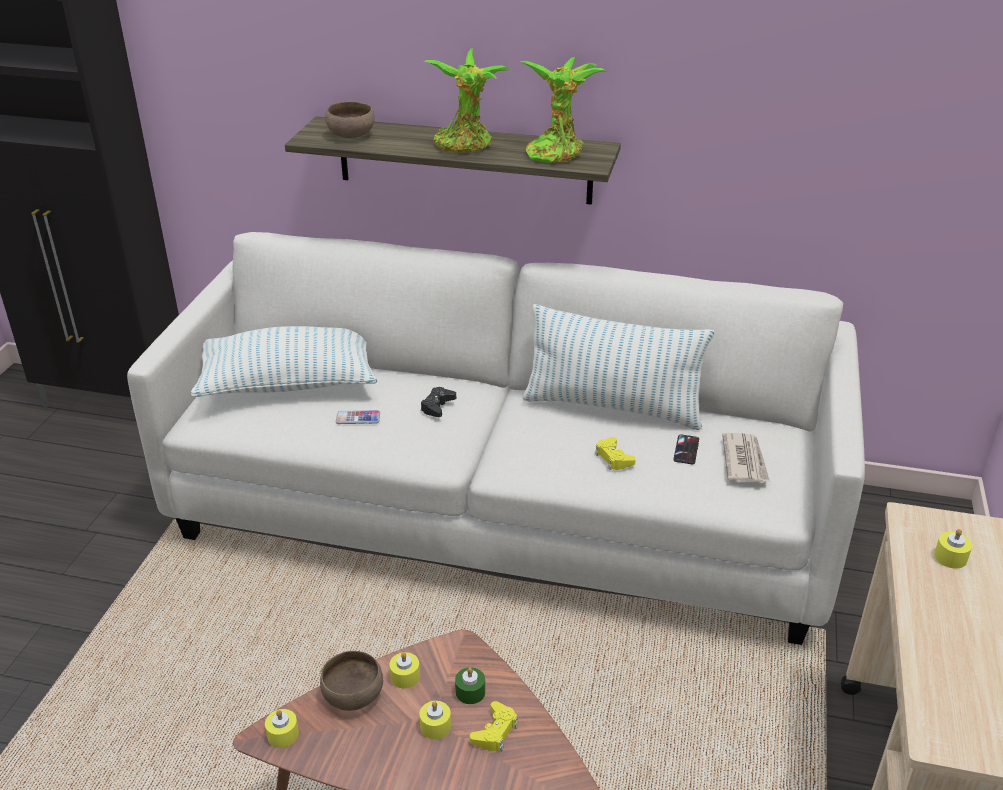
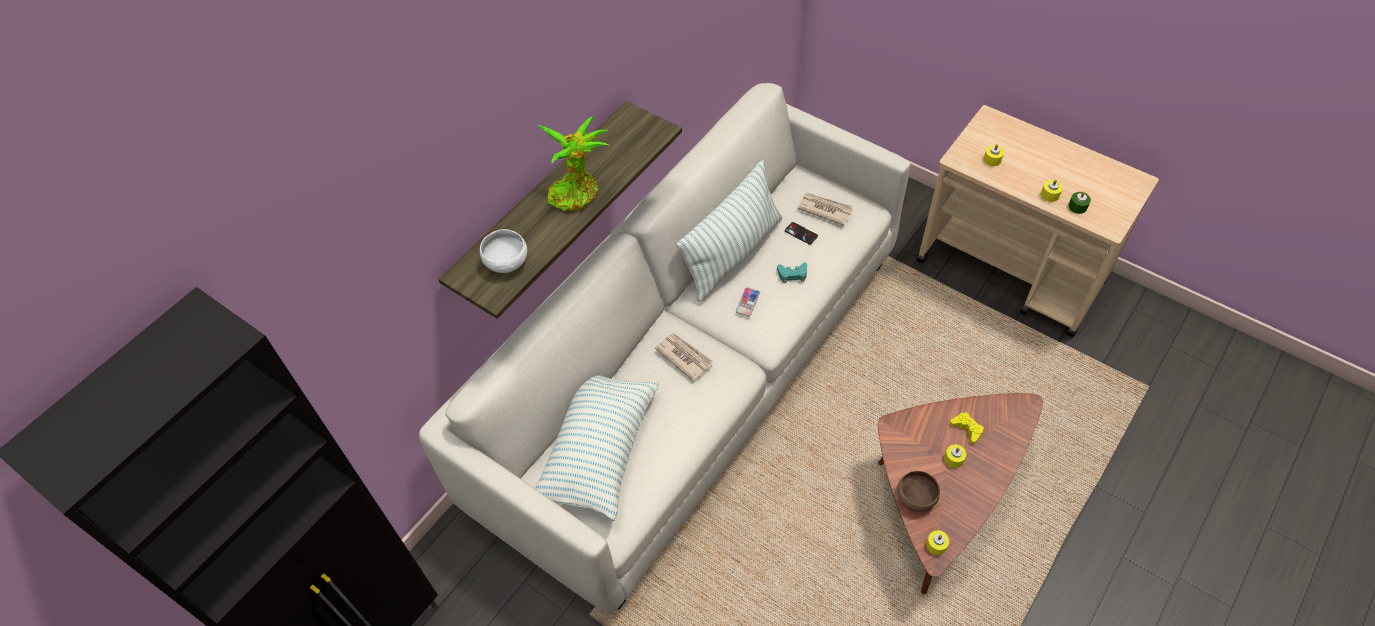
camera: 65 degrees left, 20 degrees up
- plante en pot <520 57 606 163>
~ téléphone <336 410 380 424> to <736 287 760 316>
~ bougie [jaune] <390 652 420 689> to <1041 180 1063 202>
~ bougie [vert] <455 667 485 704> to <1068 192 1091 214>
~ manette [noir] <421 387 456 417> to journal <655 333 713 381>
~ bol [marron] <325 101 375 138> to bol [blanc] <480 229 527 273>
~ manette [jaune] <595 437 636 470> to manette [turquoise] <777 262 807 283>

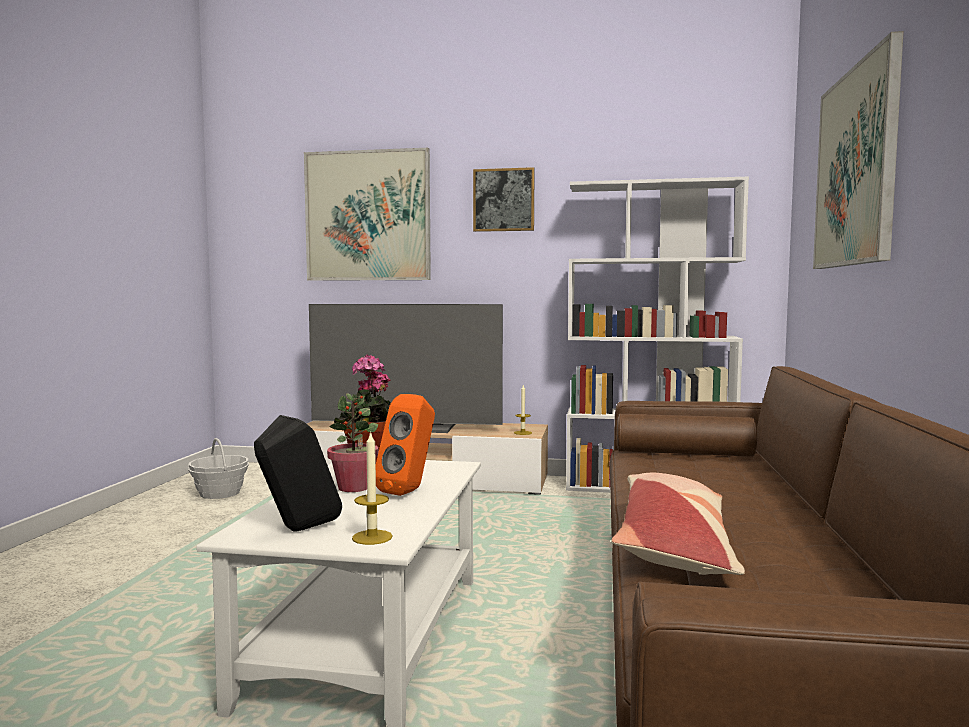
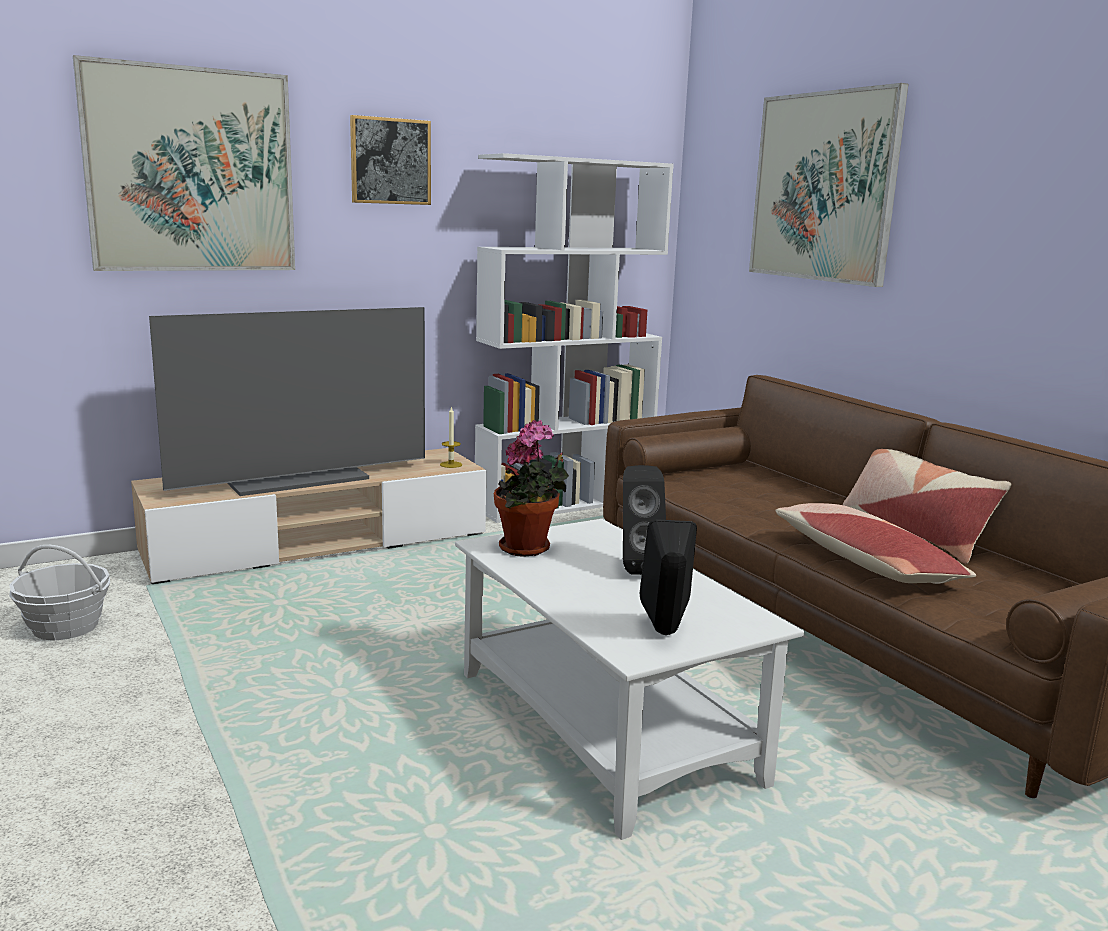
camera: 40 degrees left, 10 degrees up
- plante en pot <327 393 378 492>
- bougie <352 431 393 545>
+ coussin <843 449 1012 564>
~ enceinte [orange] <376 394 435 496> to enceinte [noir] <623 465 666 575>

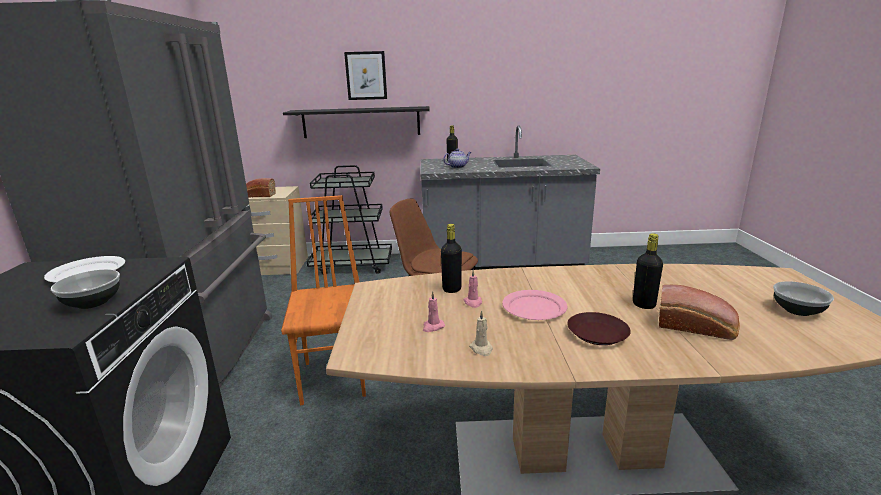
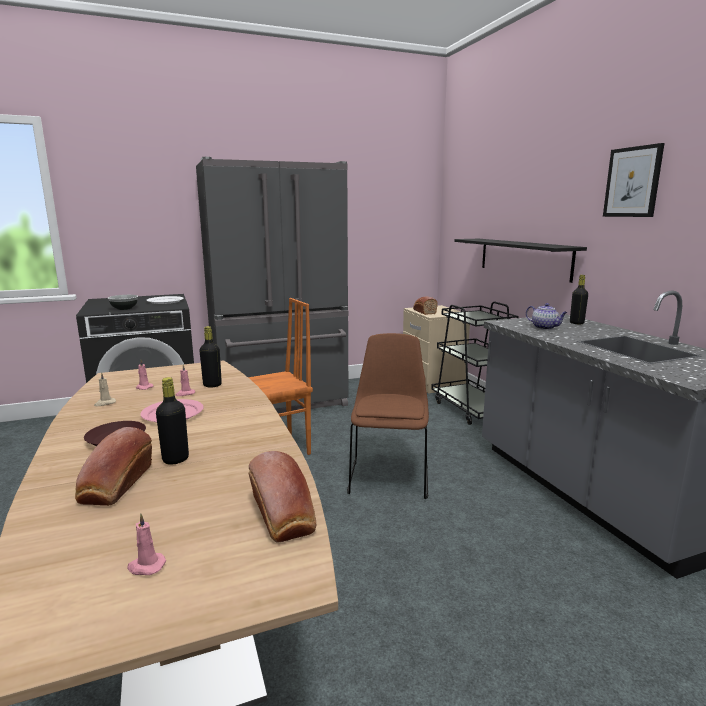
camera: 70 degrees right, 5 degrees down
+ pain <249 451 316 542>
~ tableau <344 51 387 100> to <603 143 664 217>
~ bol <773 281 834 316> to bougie [rose] <127 513 166 575>

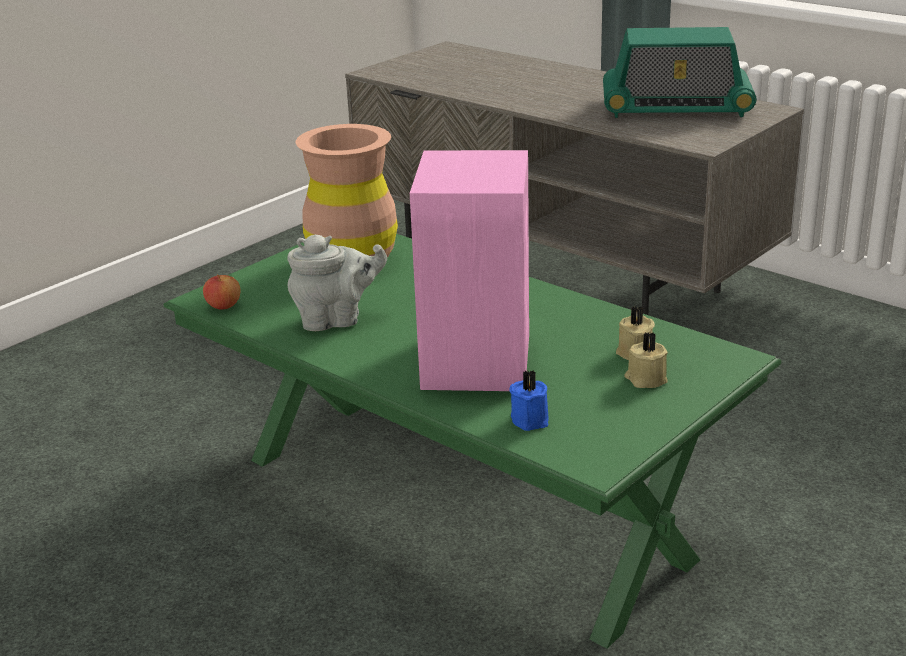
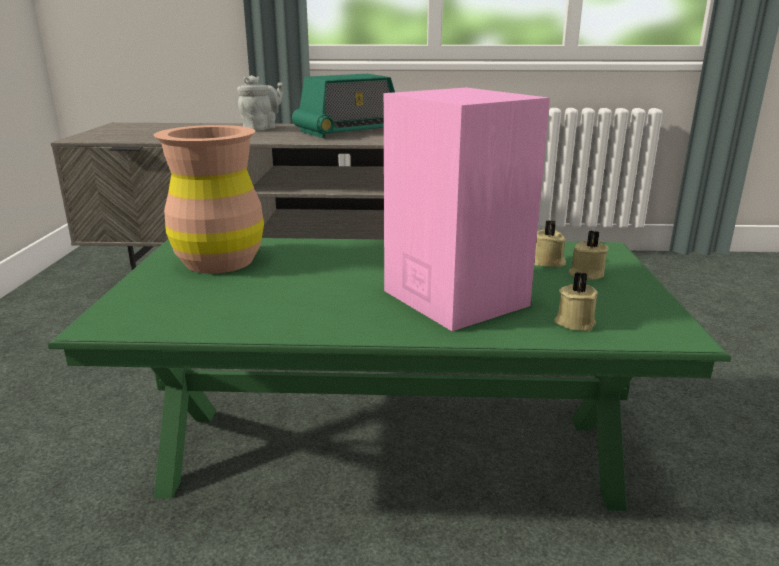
camera: 40 degrees left, 5 degrees down
- pomme <203 274 241 309>
~ théière [gris] <287 235 387 331> to <237 75 283 131>
~ bougie [bleu] <509 370 549 431> to bougie [beige] <554 272 598 331>

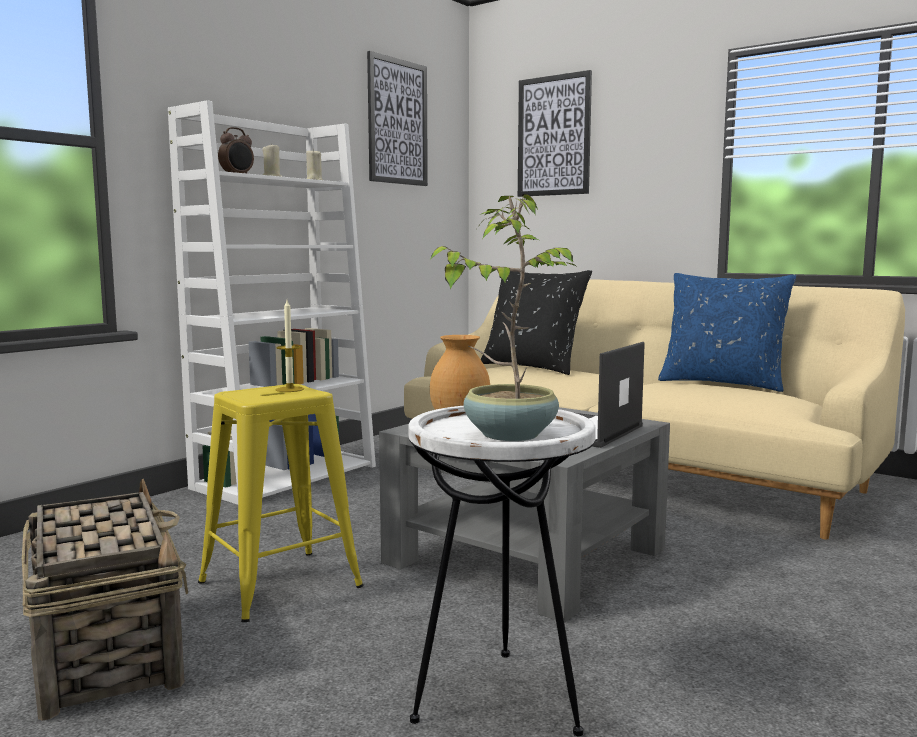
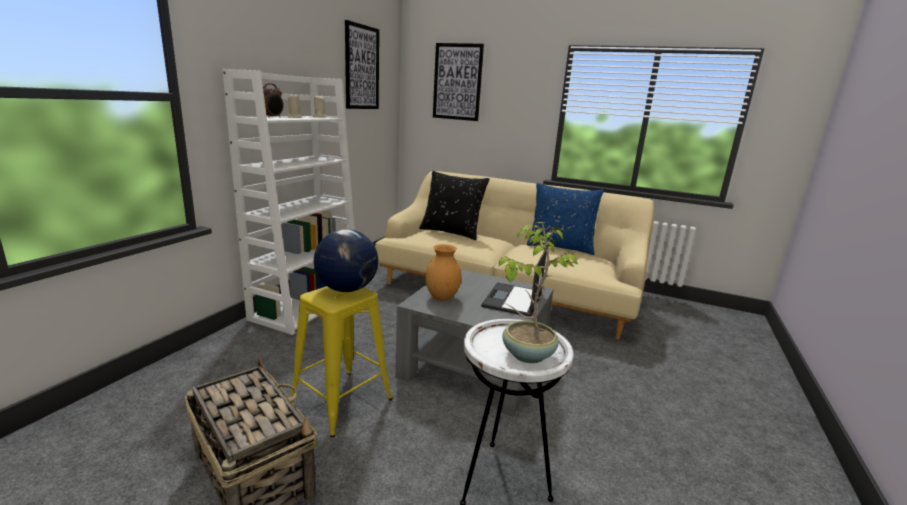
camera: 15 degrees left, 10 degrees up
~ bougie <276 300 304 392> to globe <314 229 378 292>

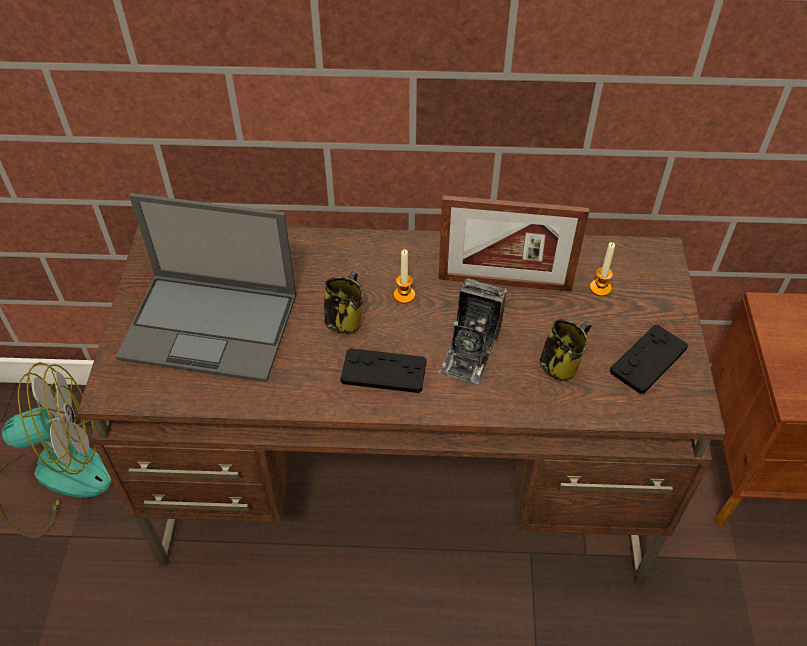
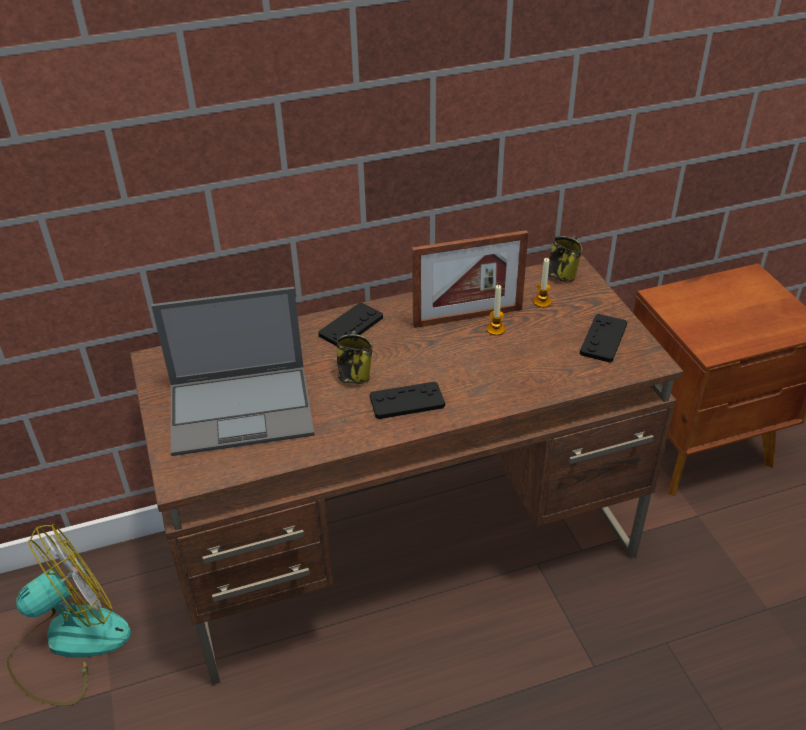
camera: 20 degrees left, 10 degrees down
- appareil photo <439 278 507 384>
+ manette [noir] <318 303 383 346>
~ bougie <394 249 415 304> to <487 285 505 336>
~ mug <540 319 591 381> to <548 236 583 283>

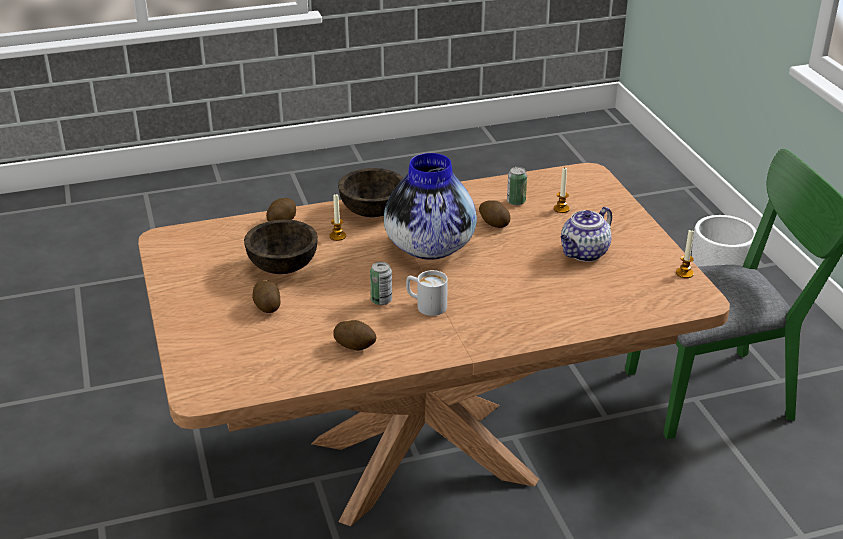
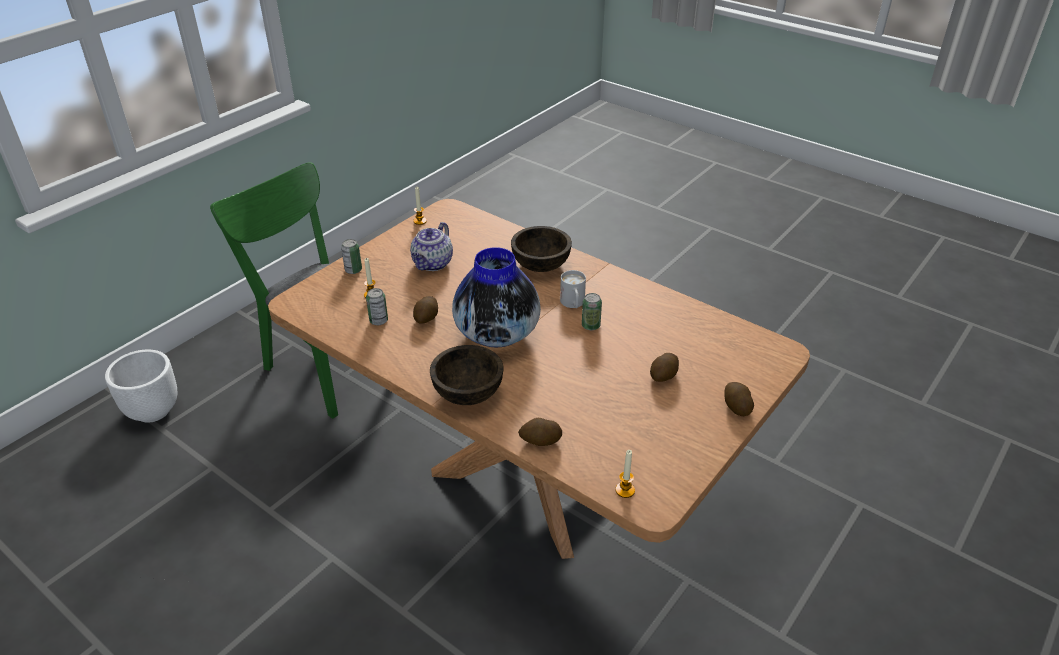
camera: 125 degrees left, 5 degrees up
+ boîte métallique <341 239 362 274>
~ bol [marron] <244 220 318 274> to <511 226 572 272>
~ bougie <330 194 346 241> to <615 450 635 498>
~ pomme de terre <333 320 377 351> to <724 382 754 416>
~ théière <561 207 612 262> = <410 222 453 271> 105 degrees clockwise

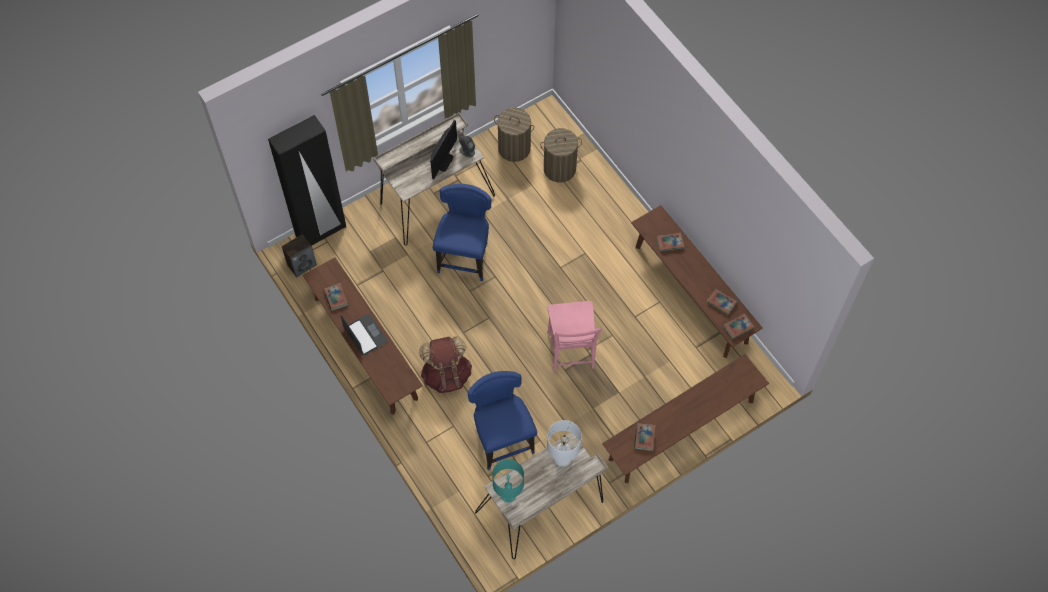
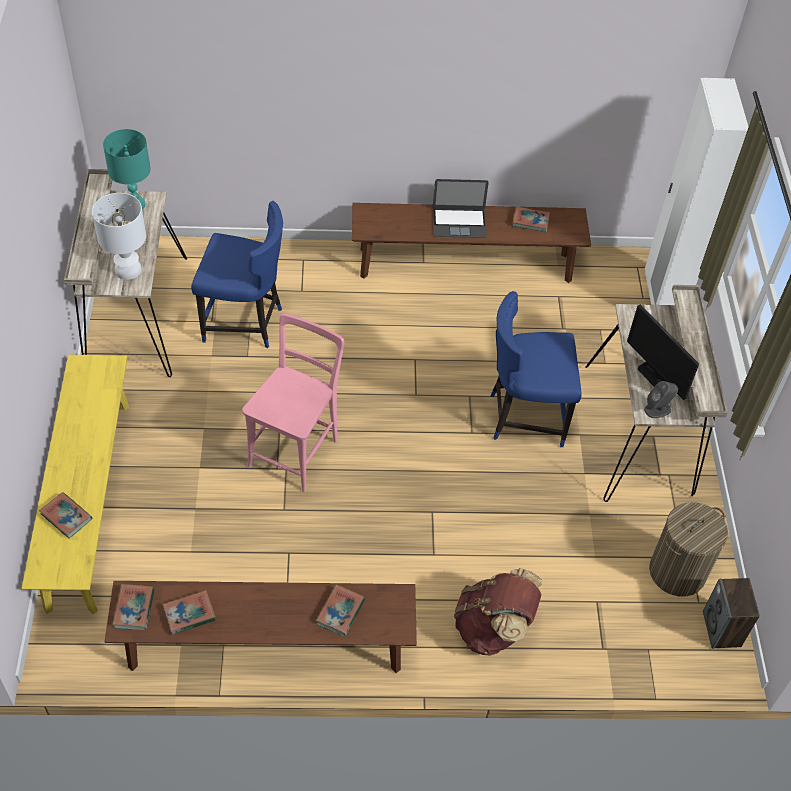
camera: 120 degrees right, 10 degrees down
- panier à linge <540 128 582 182>
~ enceinte <282 234 317 278> to <703 578 760 649>
~ sac à dos [marron] <419 336 472 393> to <454 568 542 656>
~ livre <634 423 656 451> to <39 492 92 538>
~ armoire [noir] <268 115 346 246> to armoire [blanc] <645 78 748 305>
~ banc [marron] <602 354 769 483> to banc [jaune] <21 355 129 615>
~ chaise [bleu] <433 184 491 281> = <490 291 581 447> 135 degrees clockwise
~ chaise [rose] <547 301 602 373> = <242 313 344 492> 90 degrees clockwise

